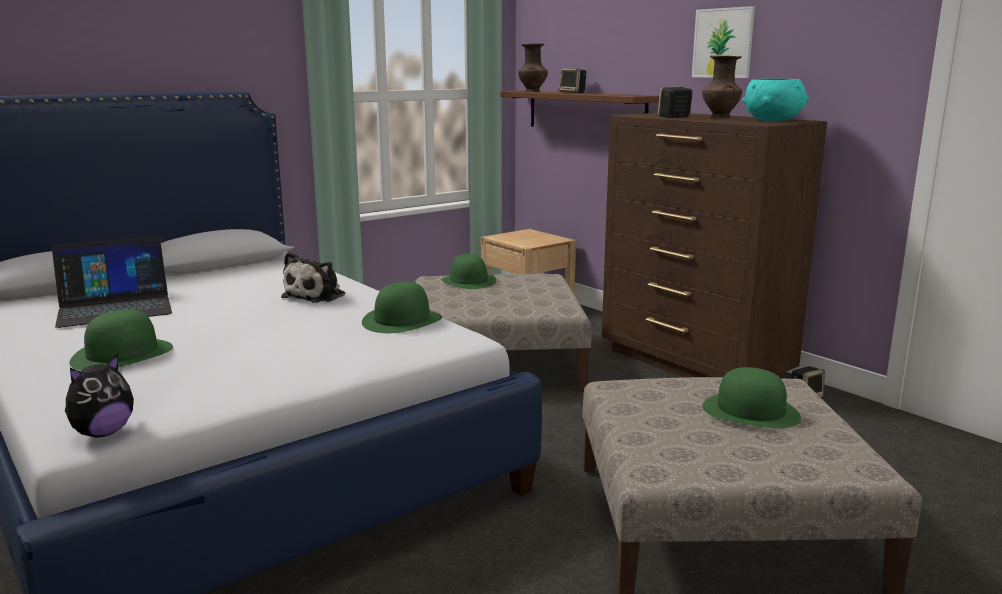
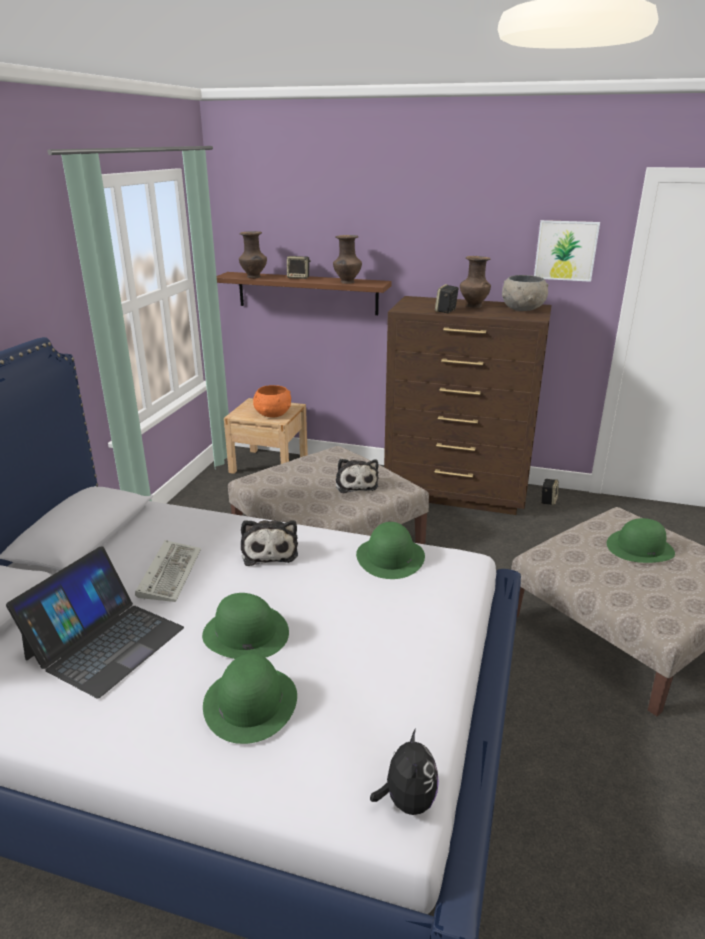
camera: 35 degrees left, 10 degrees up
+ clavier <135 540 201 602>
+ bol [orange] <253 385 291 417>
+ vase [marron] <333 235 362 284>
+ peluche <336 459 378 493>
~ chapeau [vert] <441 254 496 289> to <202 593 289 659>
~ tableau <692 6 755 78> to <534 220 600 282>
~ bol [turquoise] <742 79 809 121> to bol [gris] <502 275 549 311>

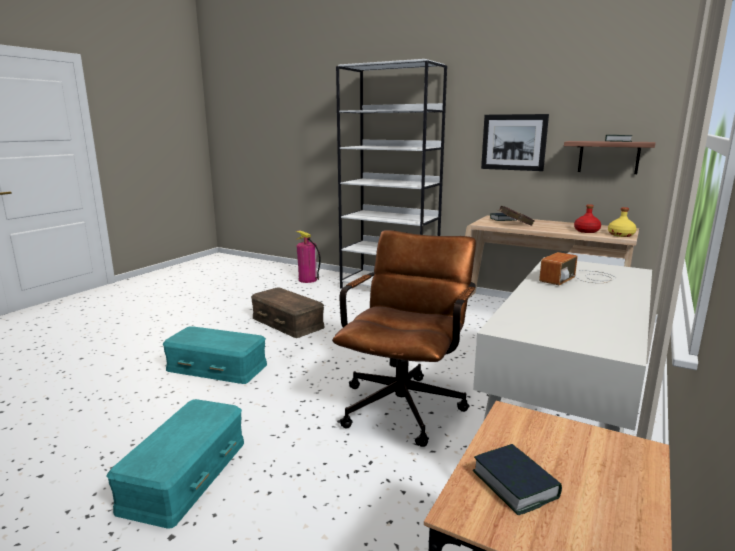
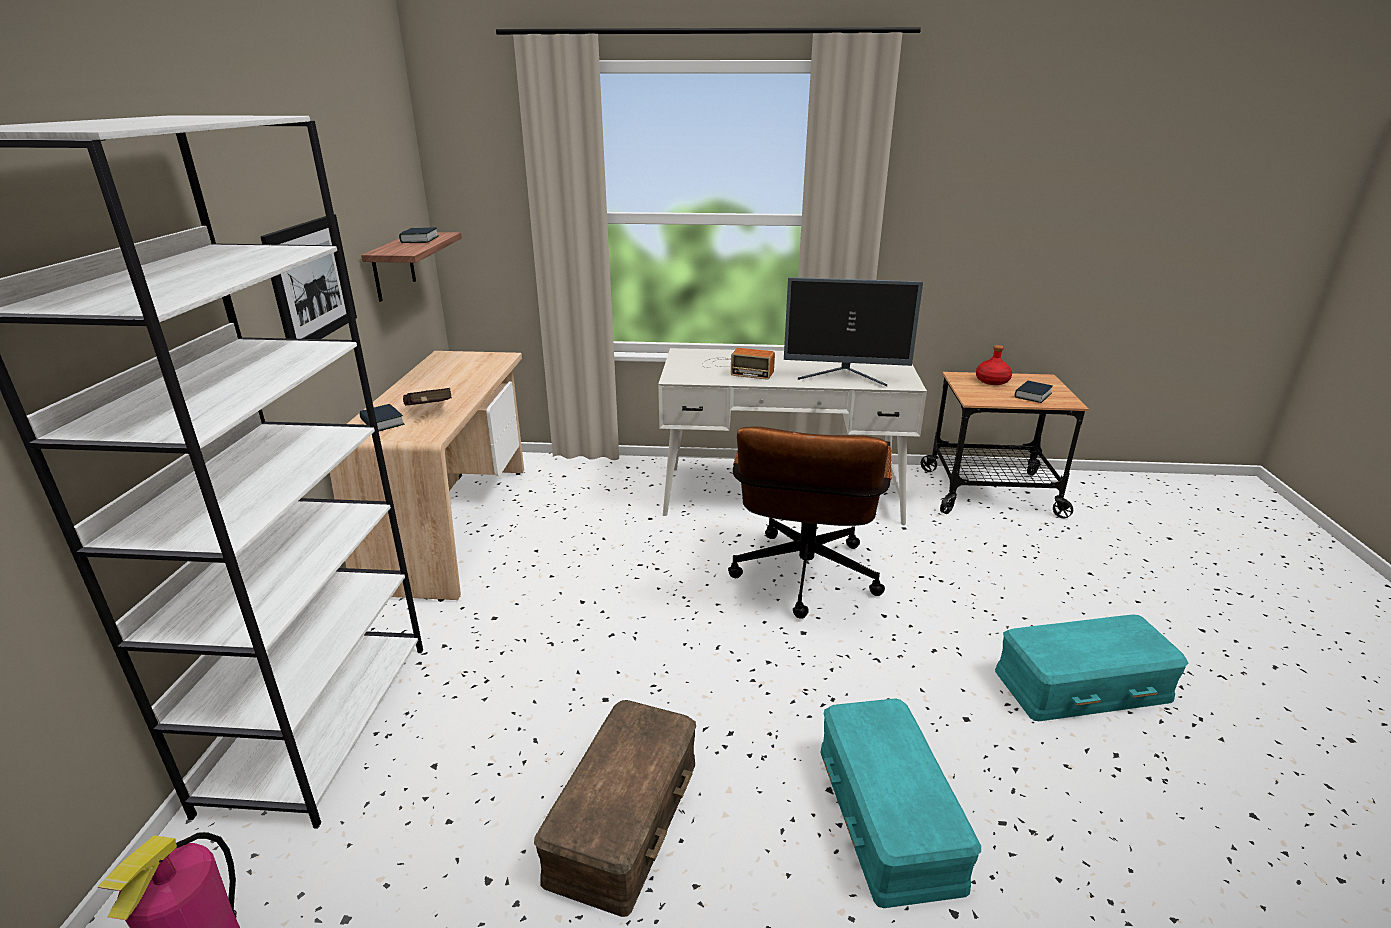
camera: 115 degrees left, 10 degrees up
- bouteille [jaune] <608 207 637 237>
+ écran d'ordinateur <784 277 923 386>
~ bouteille [rouge] <574 204 601 233> to <976 345 1012 385>
~ chaise de bureau [marron] <332 230 476 447> = <728 427 892 619> 75 degrees counterclockwise

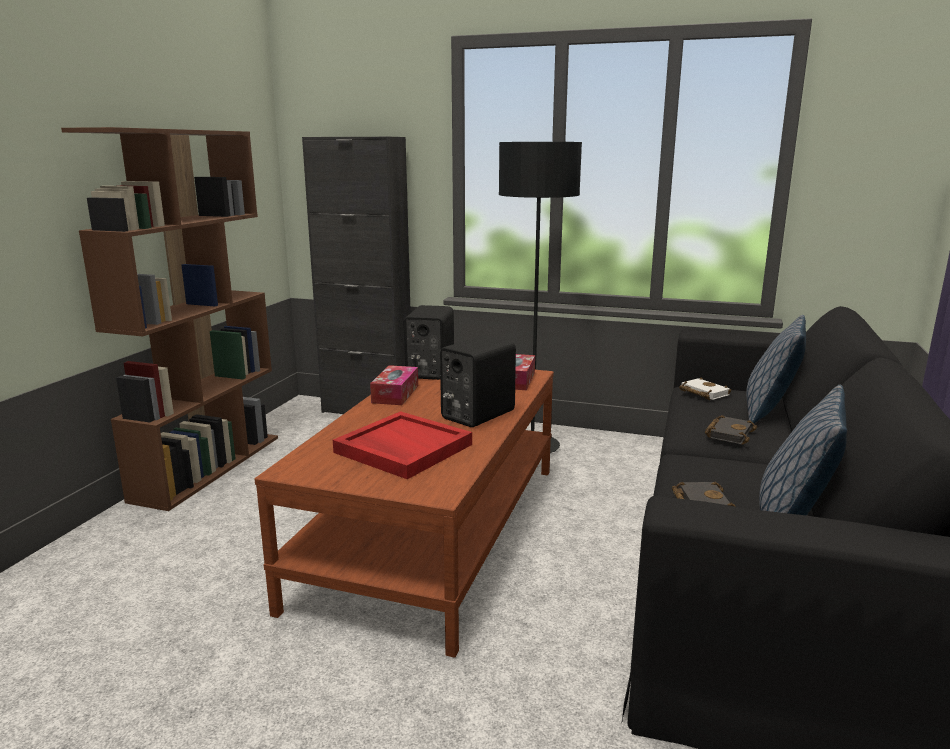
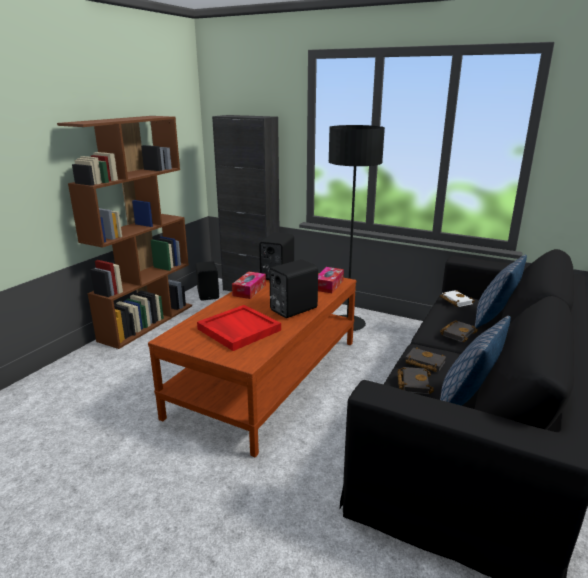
camera: 10 degrees right, 5 degrees up
+ enceinte [noir] <196 261 219 300>
+ livre [noir] <405 347 446 372>

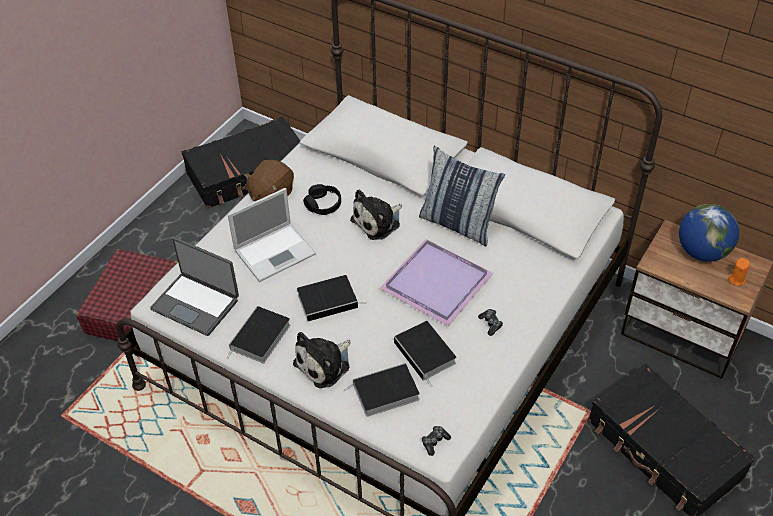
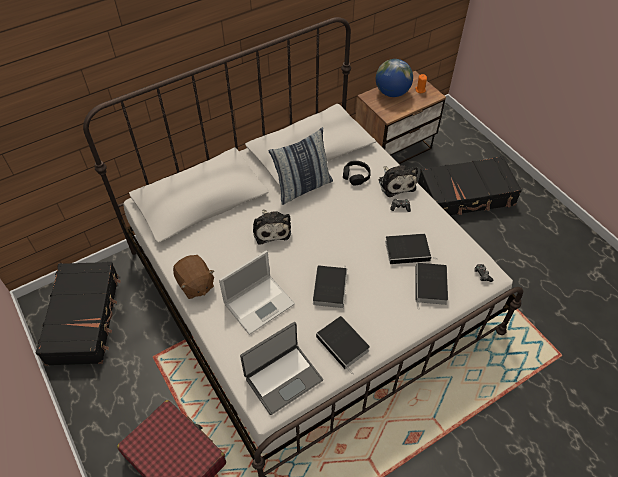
camera: 65 degrees left, 5 degrees up
- plateau [violet] <379 239 494 326>
~ peluche <293 332 351 388> to <379 165 418 197>
~ casque audio [noir] <303 184 341 215> to <343 161 371 185>
~ ordinateur portable <227 188 316 282> = <219 250 295 335> 60 degrees clockwise

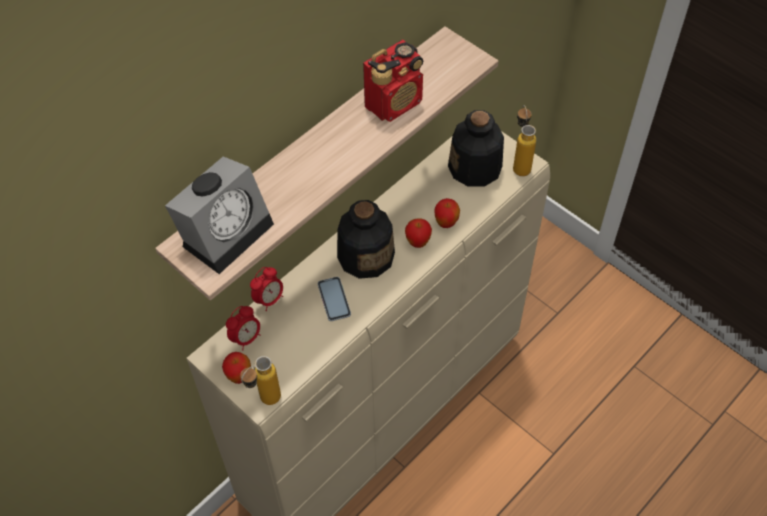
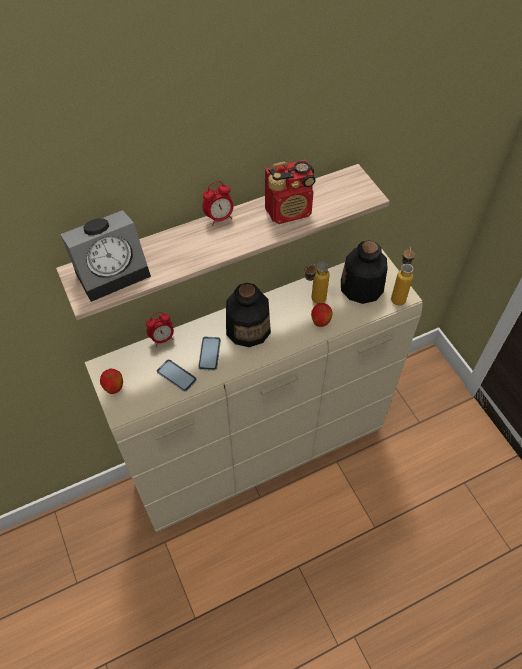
camera: 20 degrees right, 0 degrees up
- pomme <405 218 432 248>
+ téléphone <157 359 197 392>
~ réveil <226 306 260 351> to <202 181 234 226>
~ bouteille <240 356 281 405> to <304 262 330 304>

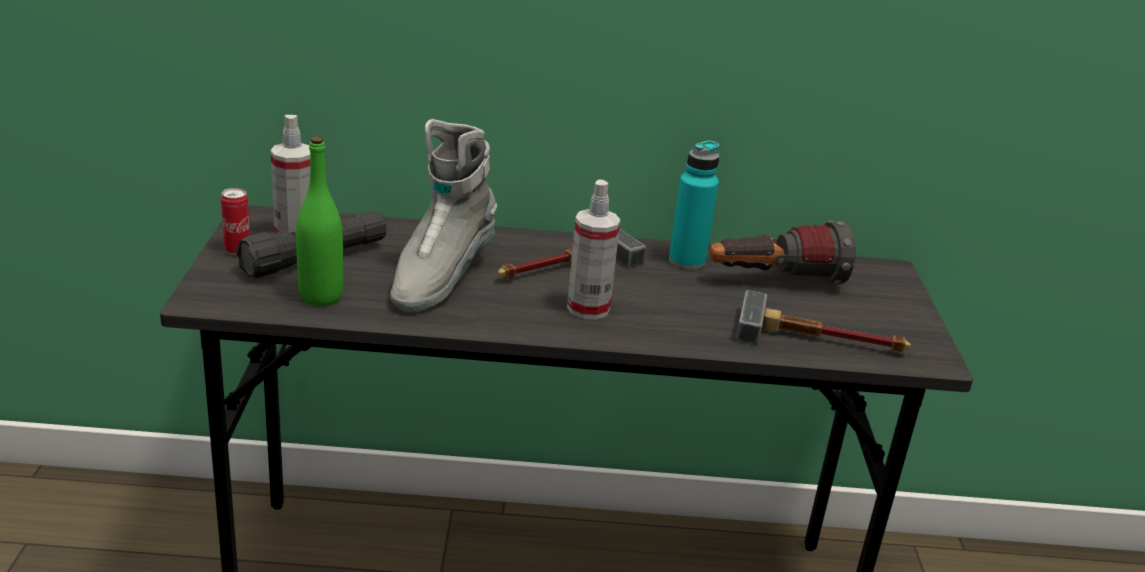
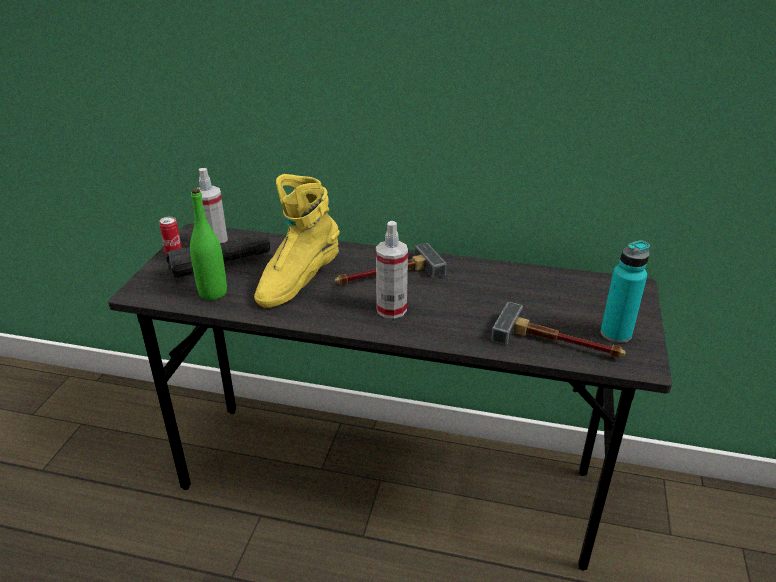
camera: 15 degrees right, 5 degrees up
- lampe de poche <709 220 855 285>
~ bouteille [turquoise] <669 141 719 270> to <601 240 650 343>
~ botte [gris] <390 119 497 312> to botte [jaune] <254 174 340 308>

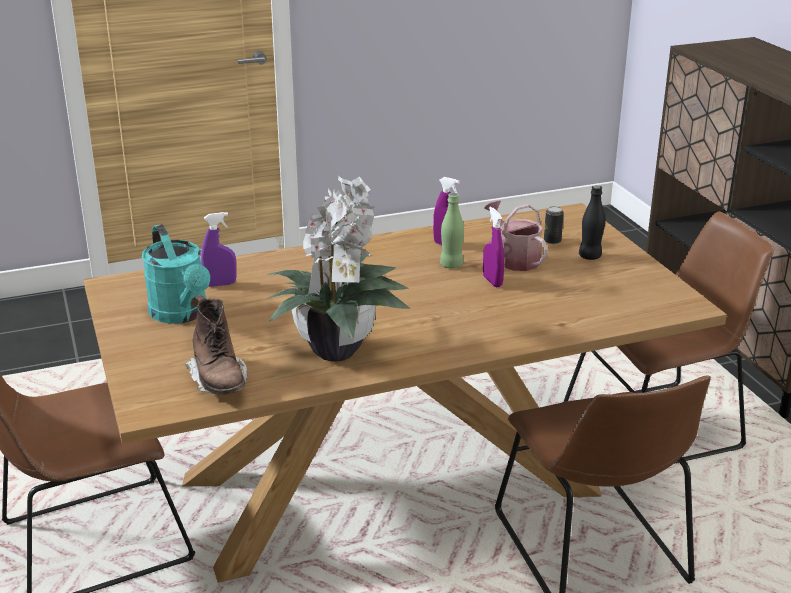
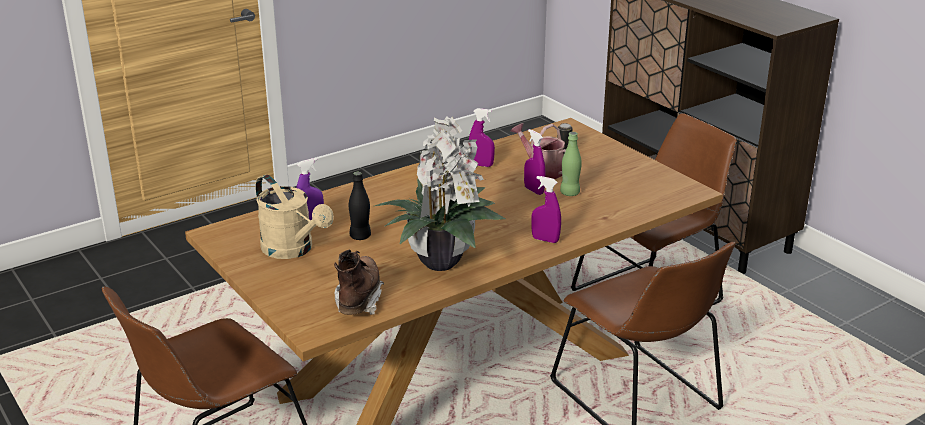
camera: 15 degrees left, 0 degrees up
+ vaporisateur [violet] <531 176 561 243>
~ bouteille [vert] <440 193 464 269> to <560 132 582 196>
~ bouteille [noir] <579 185 605 260> to <349 171 371 240>
~ arrosoir [turquoise] <142 224 210 324> to arrosoir [beige] <255 175 334 259>
~ botte [marron] <185 295 247 395> = <334 249 384 315> 135 degrees counterclockwise

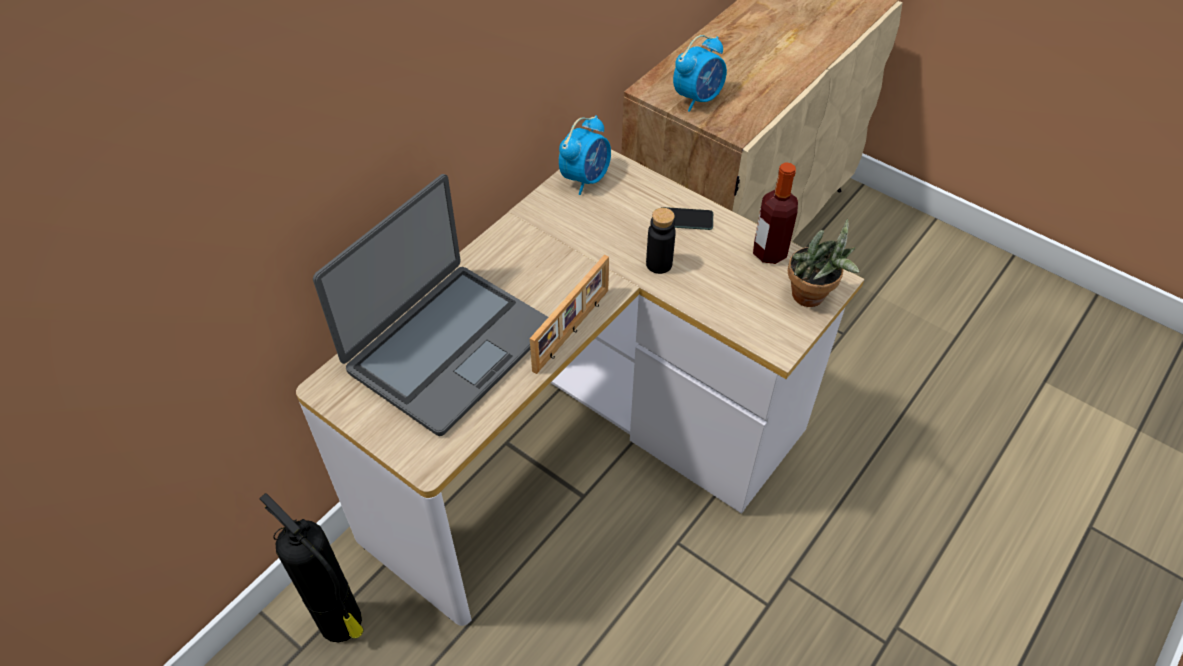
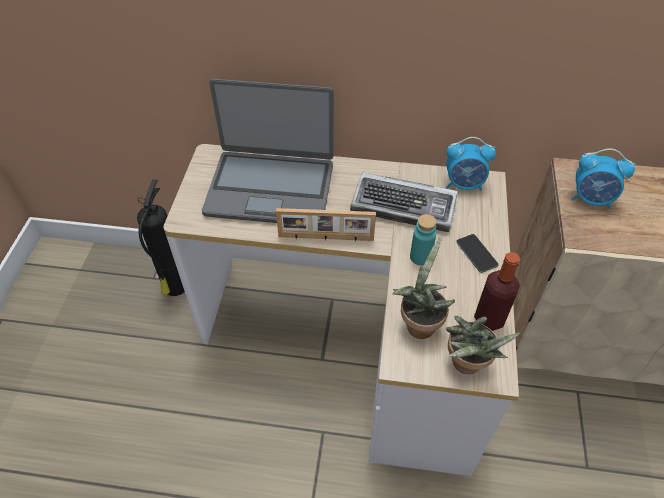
camera: 60 degrees right, 0 degrees up
+ clavier <350 172 458 232>
+ plante en pot <392 236 455 339>
~ bouteille [noir] <646 208 676 274> to bouteille [turquoise] <410 214 437 266>

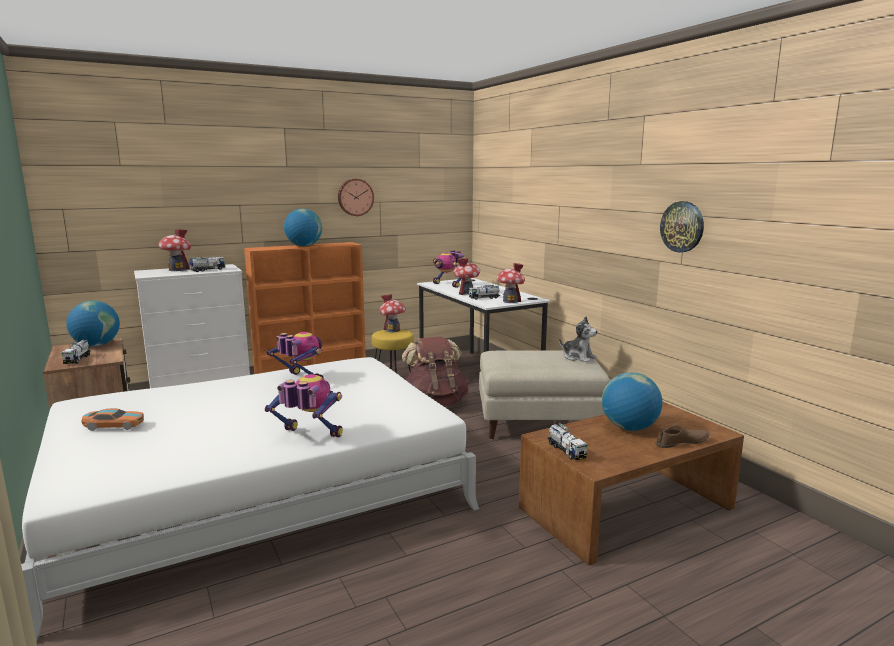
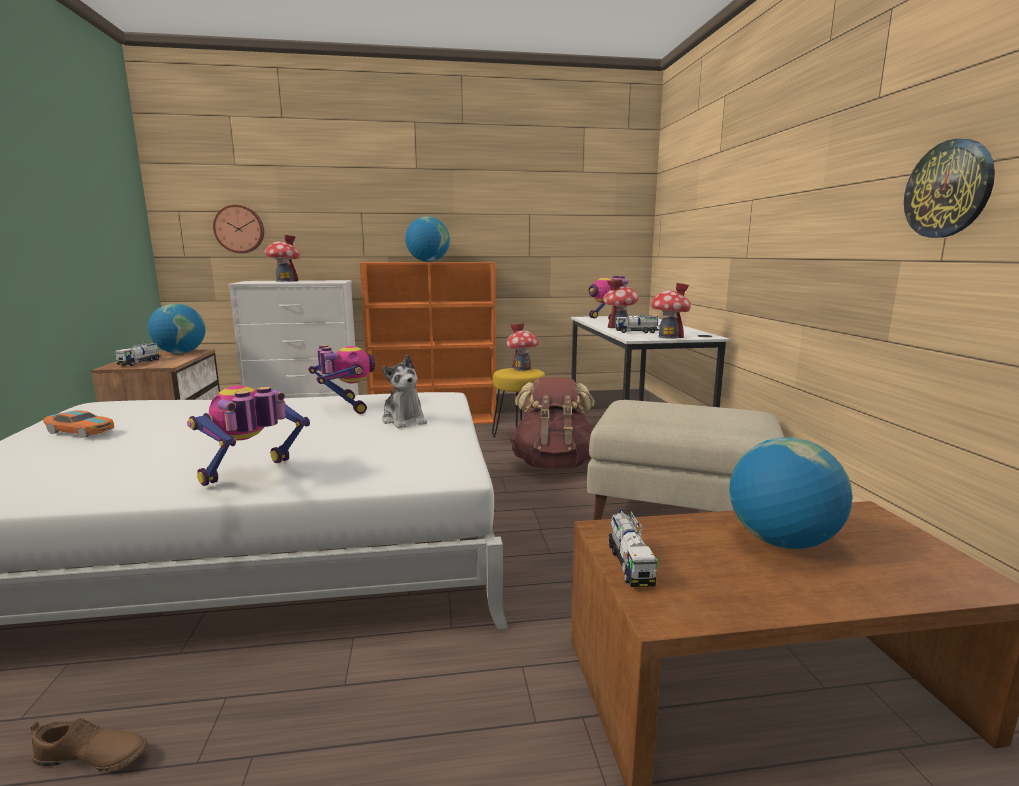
camera: 20 degrees right, 0 degrees up
- camion jouet <189 256 225 272>
~ horloge murale <338 179 374 216> to <213 205 264 253>
~ peluche <559 316 598 362> to <382 354 427 428>
~ chaussure [marron] <655 424 709 448> to <31 718 147 771>
~ robot jouet <265 374 343 437> = <187 386 310 486> 90 degrees counterclockwise

